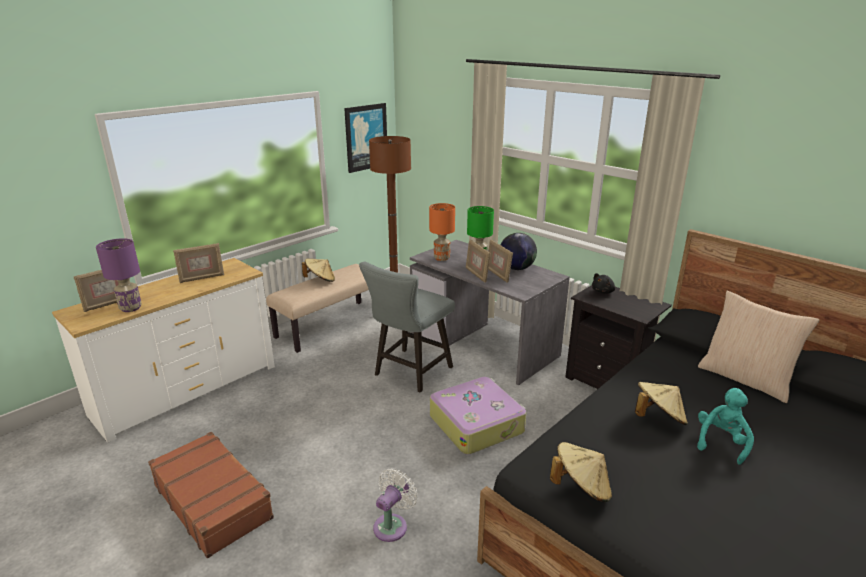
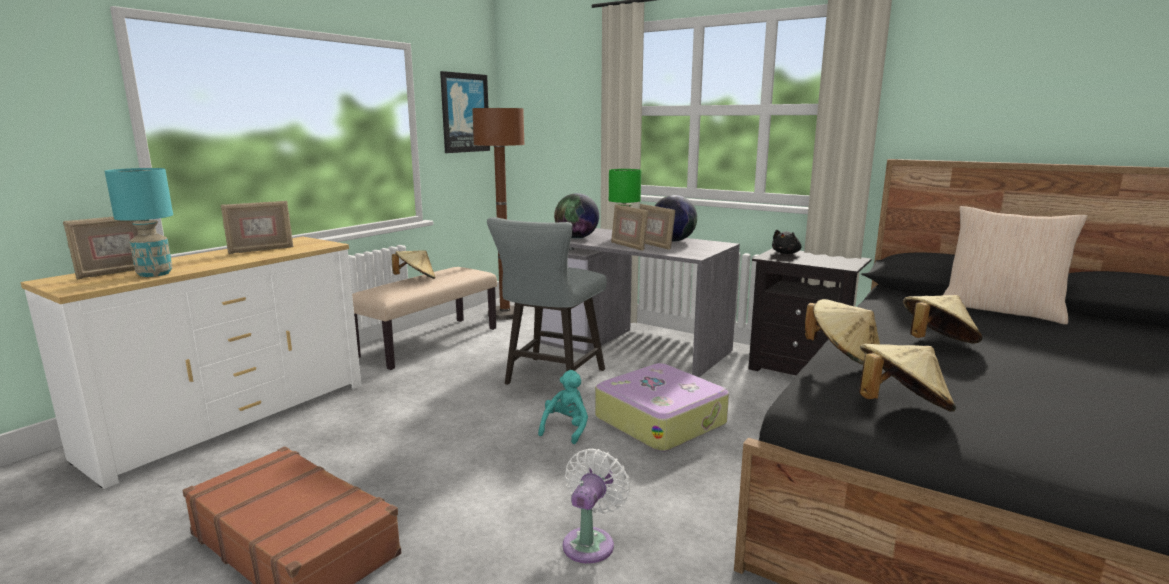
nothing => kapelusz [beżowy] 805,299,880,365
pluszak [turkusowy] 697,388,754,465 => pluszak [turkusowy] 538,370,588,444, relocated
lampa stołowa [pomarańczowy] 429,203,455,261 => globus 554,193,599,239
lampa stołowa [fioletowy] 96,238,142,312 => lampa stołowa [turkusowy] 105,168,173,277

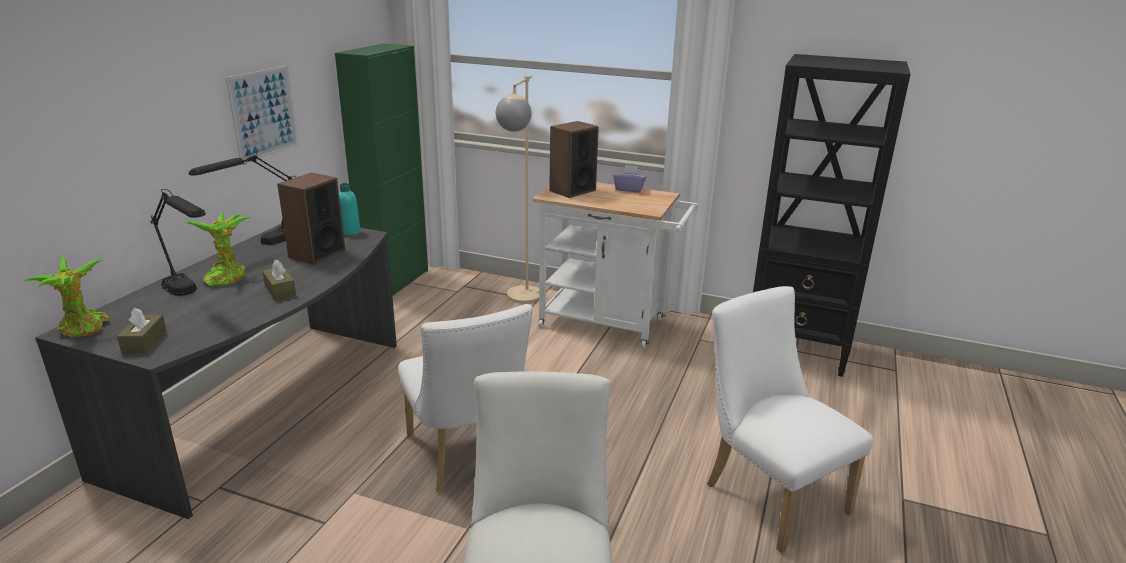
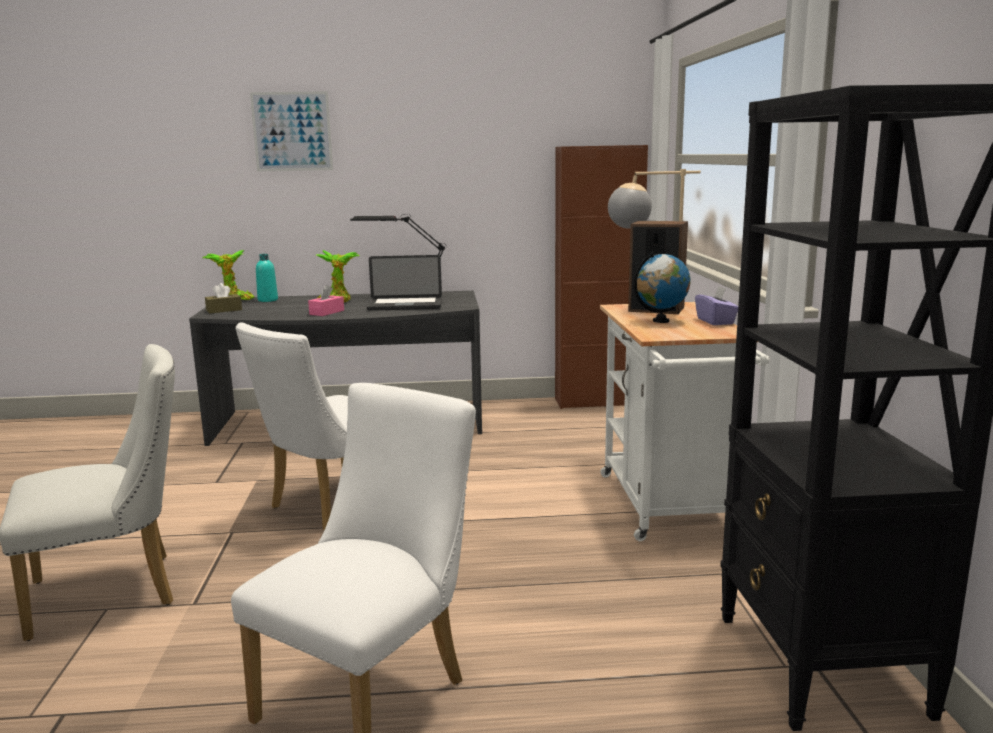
lampa stołowa [czarny] 150,189,206,296 => nothing
nothing => globus 634,253,691,323
obraz 226,65,298,163 => obraz 250,91,333,171, relocated
butelka [turkusowy] 339,183,361,236 => butelka [turkusowy] 256,254,278,302, relocated
głośnik 277,173,345,265 => laptop 367,255,442,311
pudełko chusteczek [brązowy] 262,260,296,300 => pudełko chusteczek [różowy] 308,285,344,316
szafka [zielony] 335,44,428,296 => szafka [brązowy] 555,145,648,409

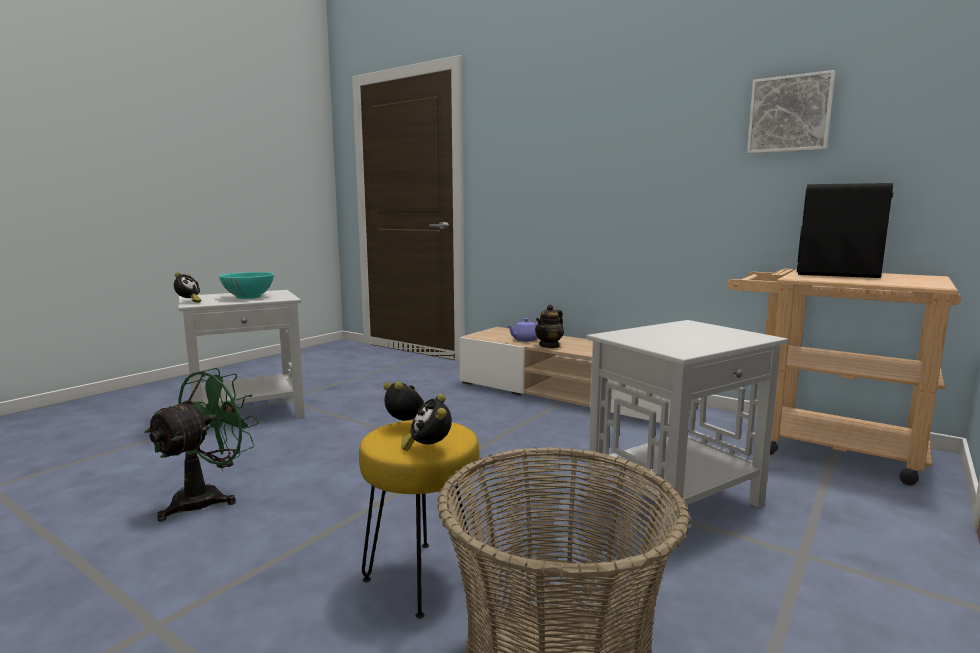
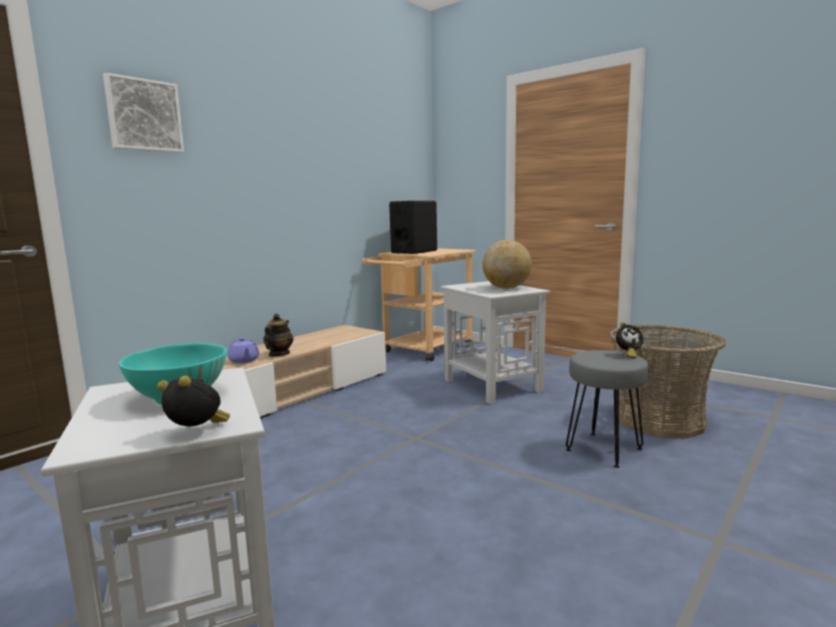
wentylator [zielony] 144,368,259,521 => nothing
budzik 384,381,424,421 => nothing
nothing => globus 482,240,532,289
obraz 747,70,835,154 => obraz 103,73,184,153, relocated
stołek [żółty] 359,420,479,619 => stołek [szary] 566,350,649,468
imbryk 535,304,564,348 => imbryk 263,314,294,357, 120 degrees counterclockwise

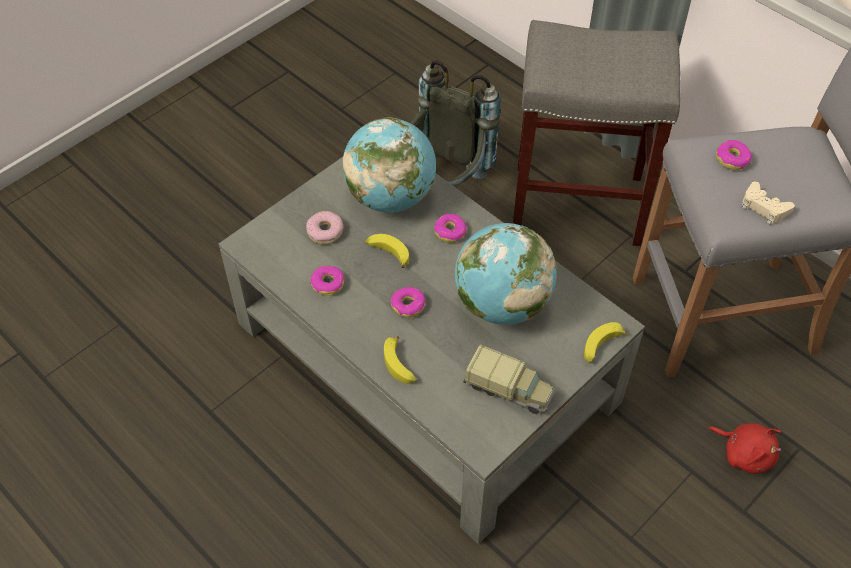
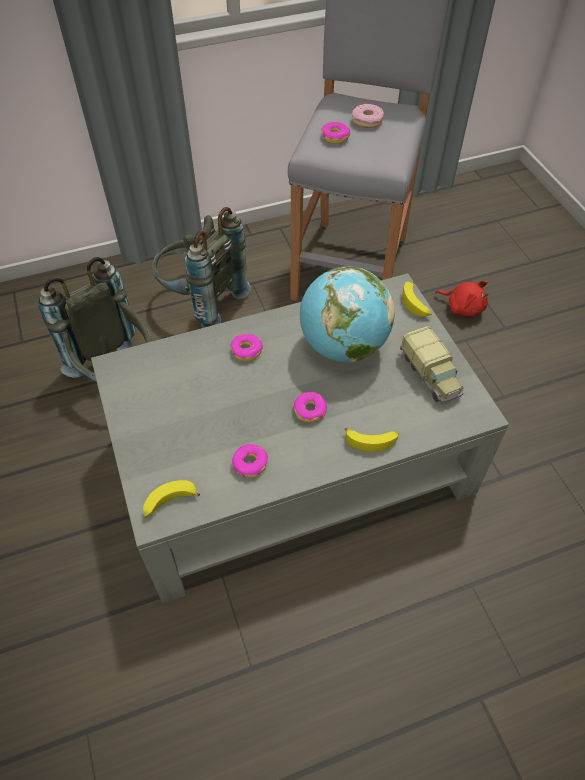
globus 342,117,436,213 => nothing
pad do gier [beżowy] 742,181,795,225 => nothing
donut 306,211,344,244 => donut 352,104,384,128, relocated
banan 365,234,409,268 => banan 143,480,200,518, relocated
stołek [szary] 513,20,680,246 => plecak [szary] 152,207,251,328
ciężarówka zabawkowa 463,344,555,414 => ciężarówka zabawkowa 400,326,464,403, 105 degrees clockwise
pluszak [czerwony] 708,424,781,474 => pluszak [czerwony] 435,281,489,317, 60 degrees clockwise

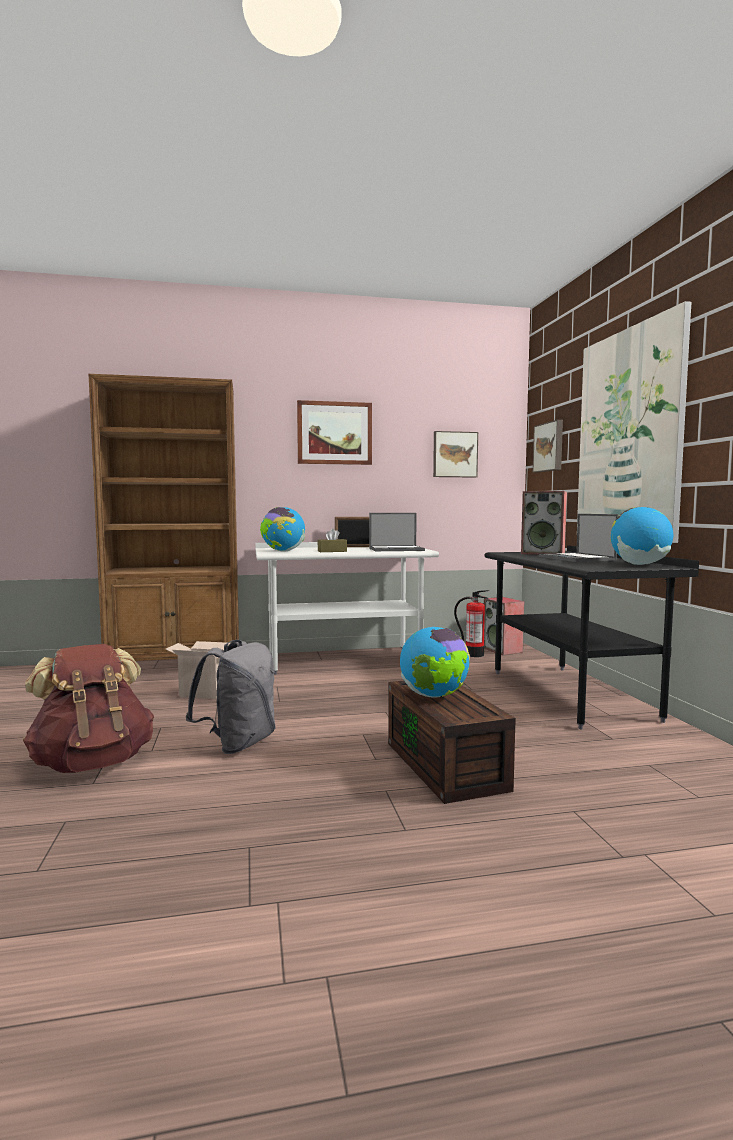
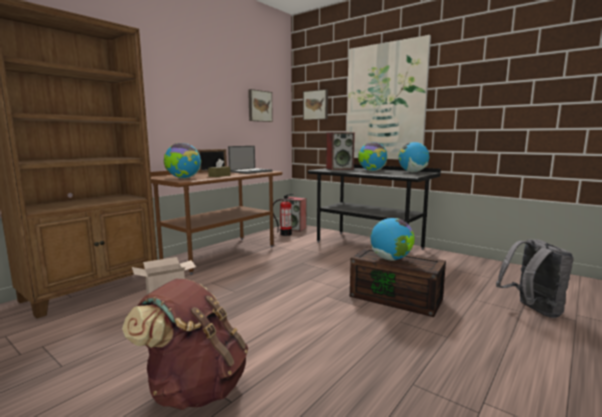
obraz 297,400,372,465 => nothing
plecak [szary] 186,640,276,754 => plecak [szary] 496,239,574,318, relocated
laptop 539,514,619,562 => globus 358,142,388,171
biurko [biały] 255,542,439,675 => biurko [brązowy] 151,166,282,275

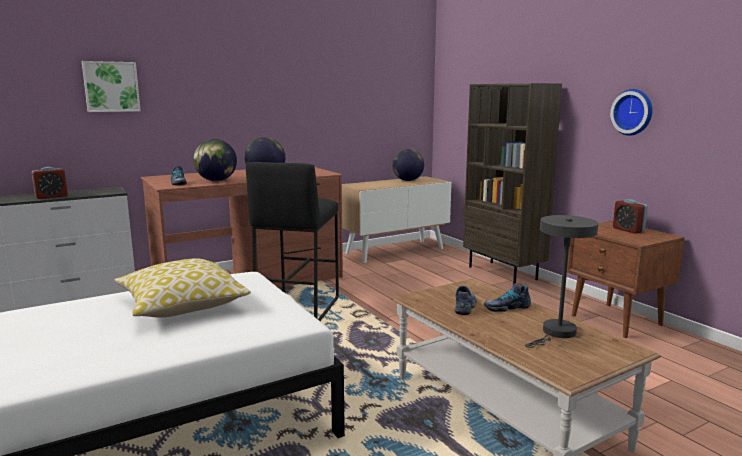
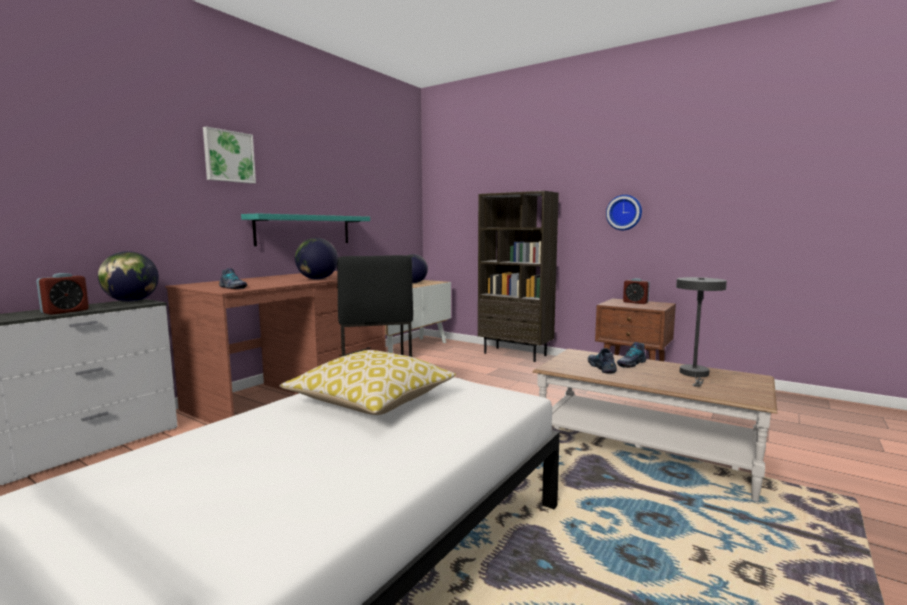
nothing => półka [turkusowy] 241,214,370,246
obraz 82,61,141,112 => obraz 203,127,256,184, relocated
globus 193,139,237,181 => globus 98,251,159,302, relocated

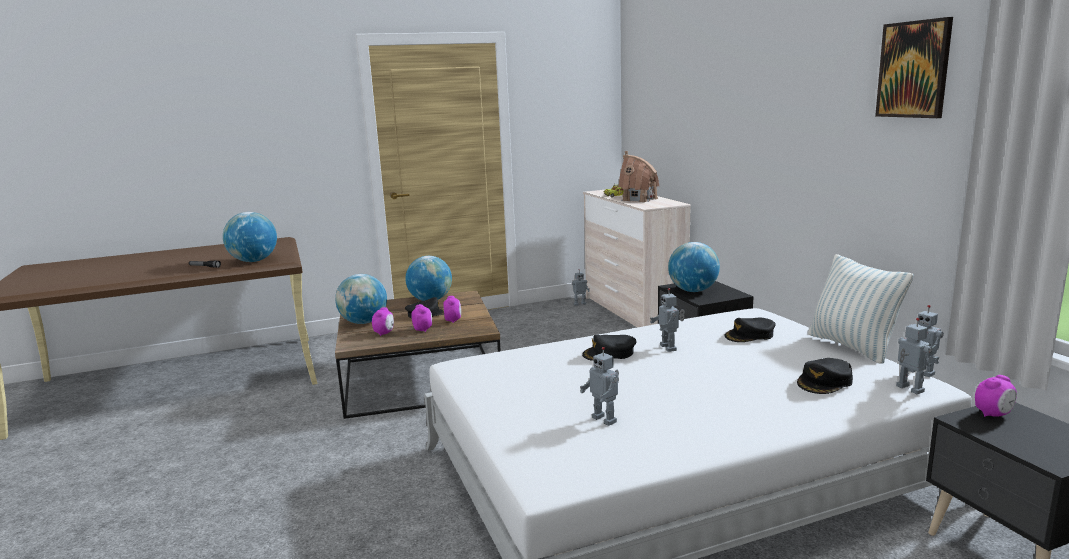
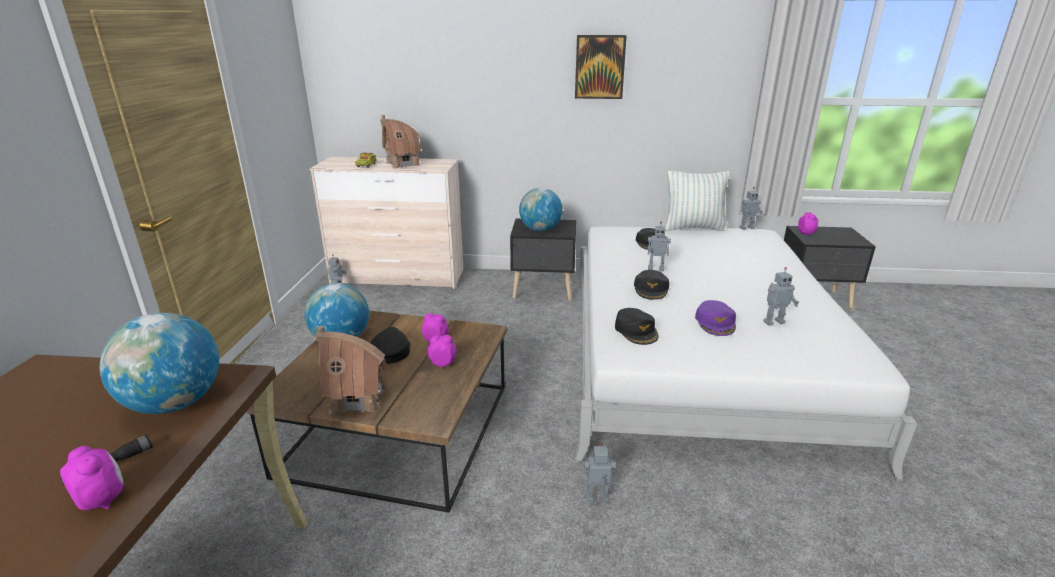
nothing => czapka z daszkiem [fioletowy] 695,300,736,336
budzik 372,307,394,336 => budzik 60,446,123,510, relocated
czapka z daszkiem [czarny] 797,358,853,394 => czapka z daszkiem [czarny] 615,308,659,345, relocated
obraz 875,17,953,118 => obraz 575,35,627,99, relocated
robot zabawkowy 896,318,939,394 => robot zabawkowy 584,443,616,502, relocated
globus 335,274,387,324 => domek 315,326,388,415

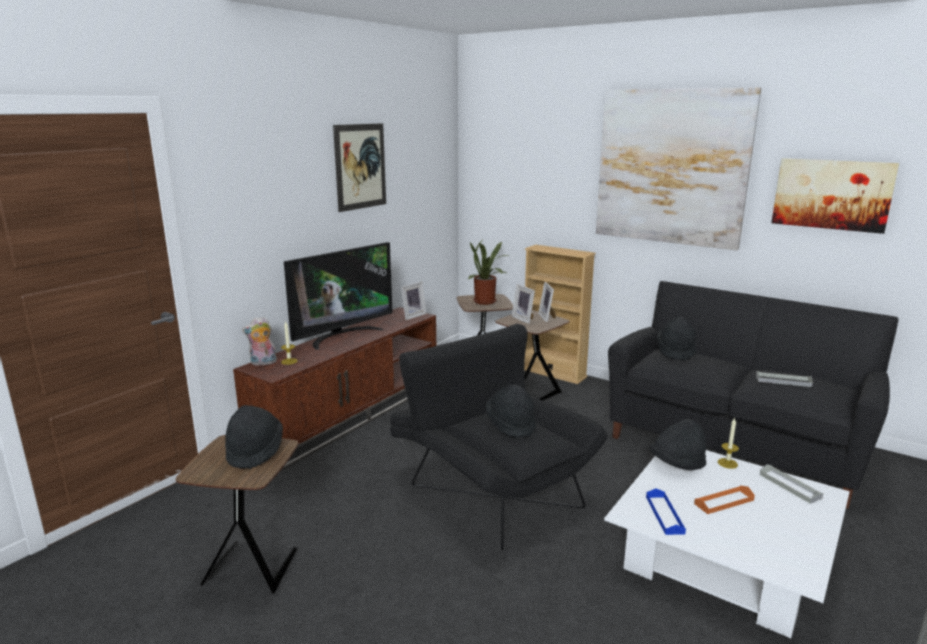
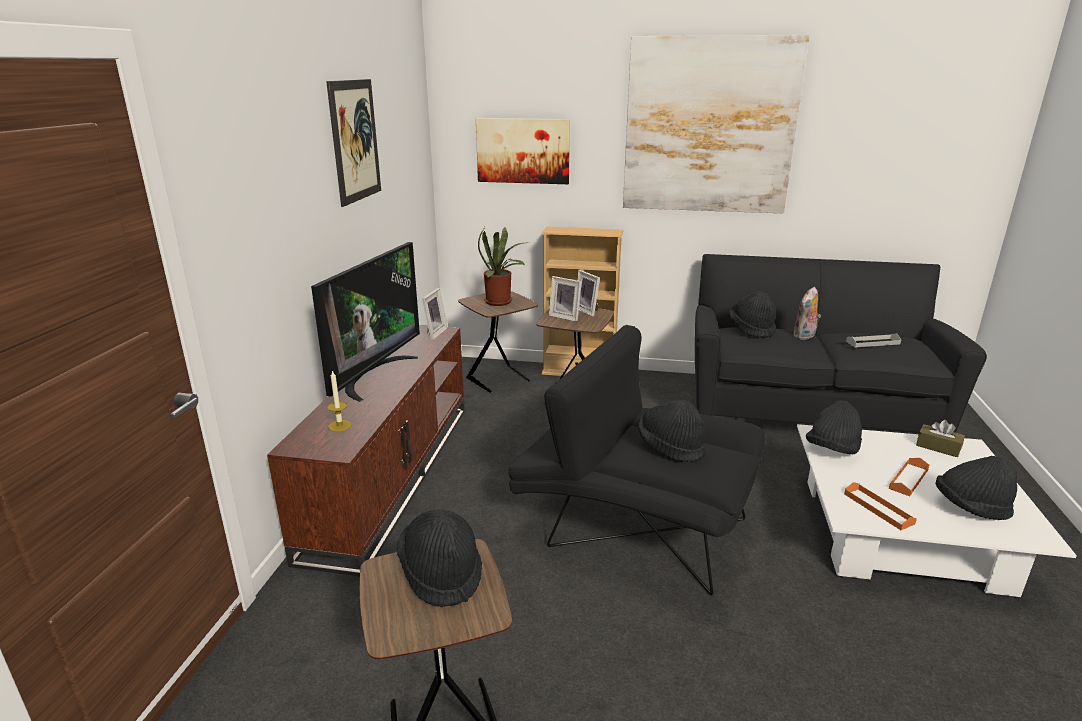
świeca 718,418,739,469 => nothing
nothing => kapelusz [czarny] 935,456,1017,520
pluszak 242,316,277,366 => pluszak 794,287,821,340, relocated
obraz 771,158,899,234 => obraz 476,118,570,184, relocated
taca [szary] 760,464,823,504 => pudełko chusteczek [brązowy] 916,420,965,457
taca [niebieski] 646,488,686,535 => taca [pomarańczowy] 844,482,917,530

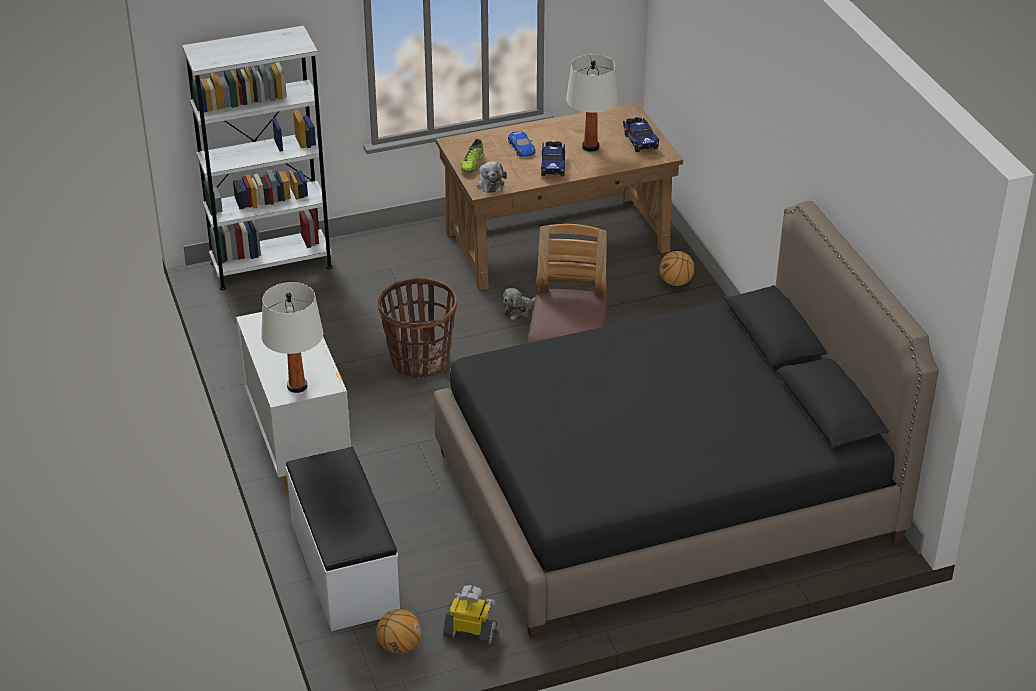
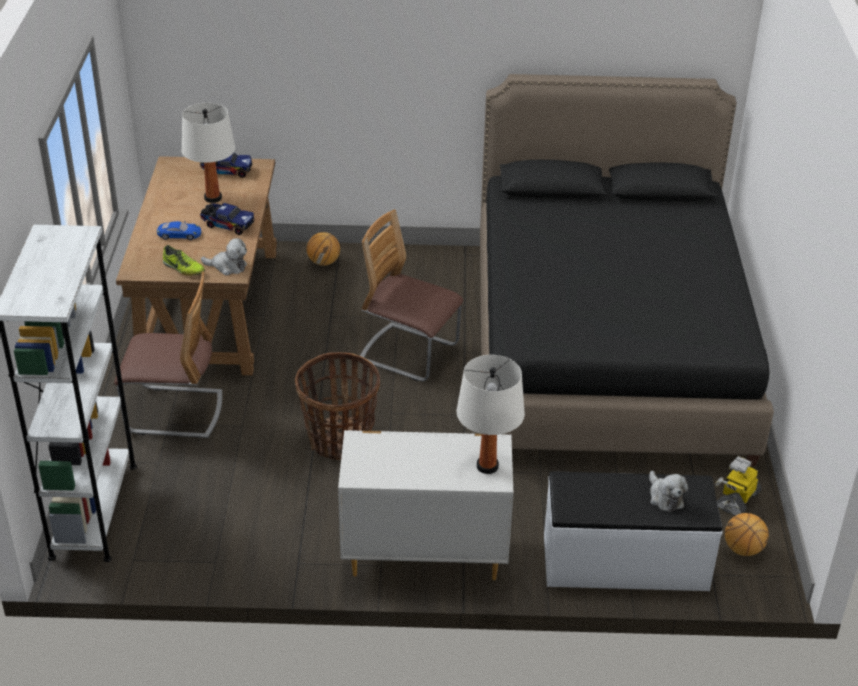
nothing => krzesło 114,272,222,438
pluszak 503,288,536,321 => pluszak 649,471,688,512, relocated

